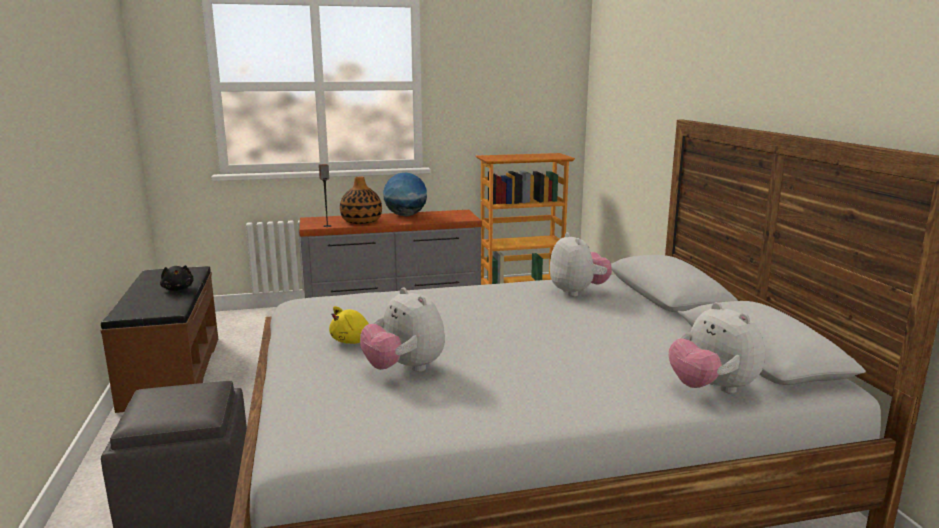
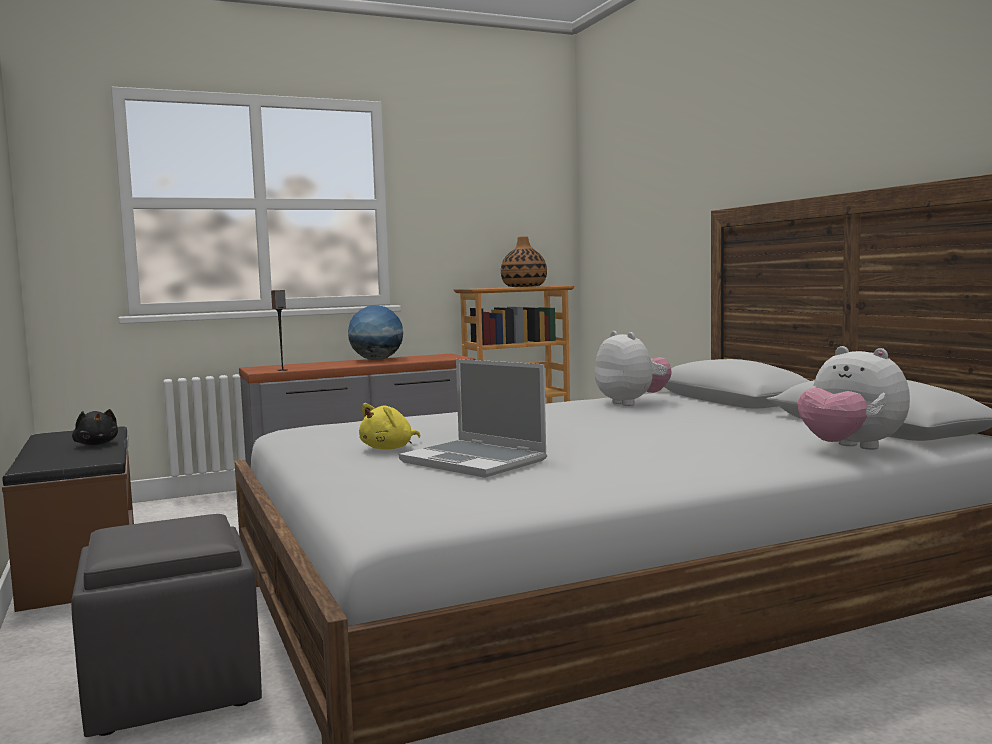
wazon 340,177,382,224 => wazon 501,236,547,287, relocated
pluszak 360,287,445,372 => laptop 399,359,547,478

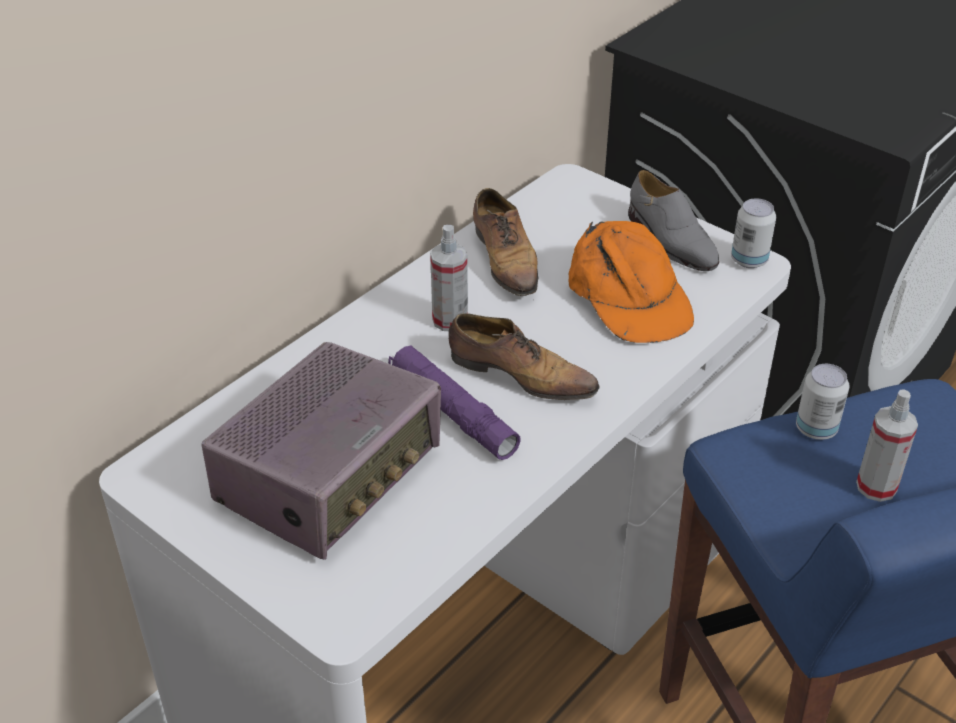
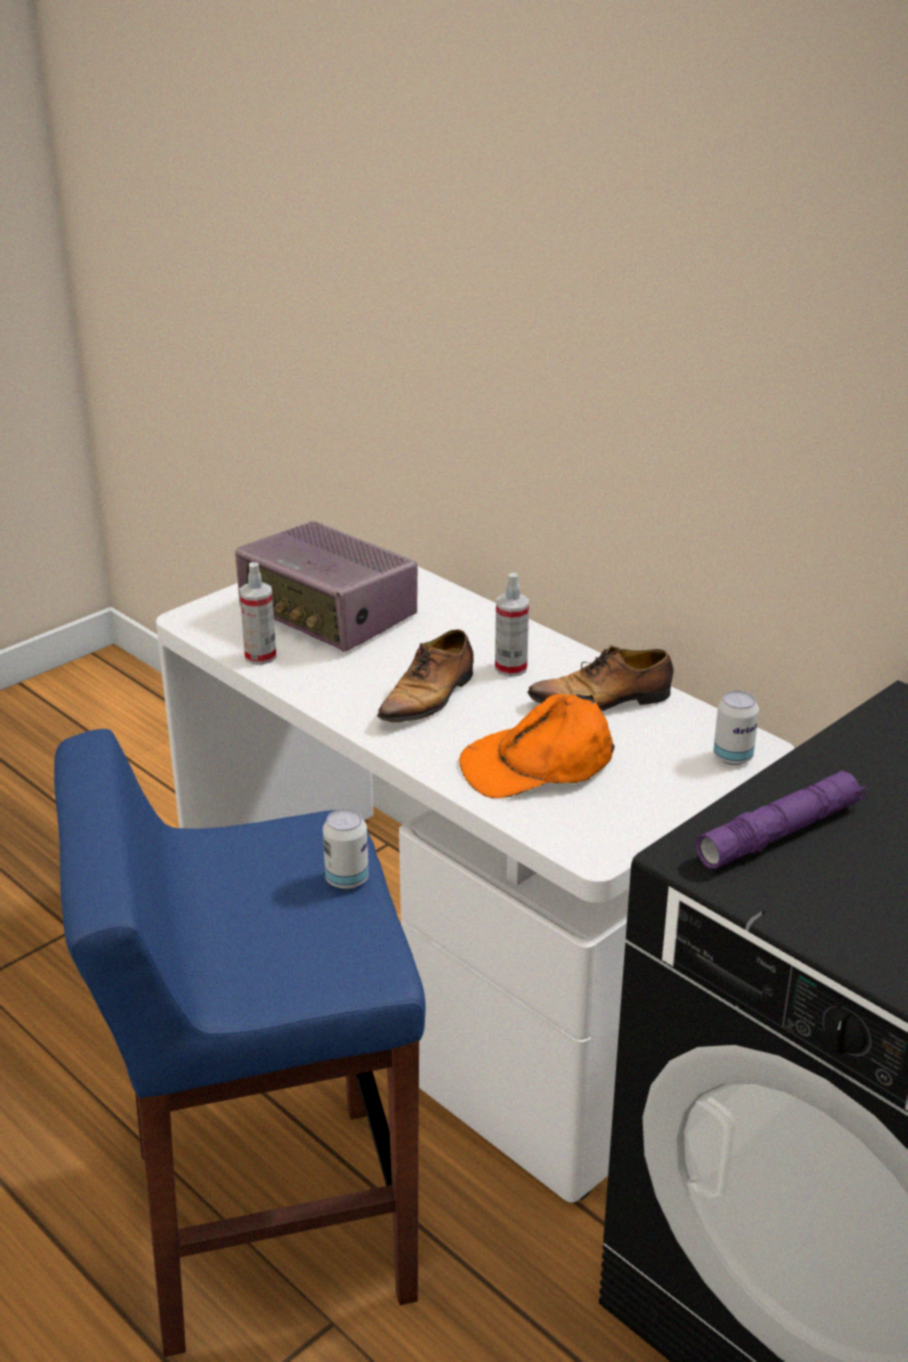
but [szary] 628,170,719,271 => nothing
latarka [fioletowy] 388,345,521,460 => latarka [fioletowy] 695,771,866,869, relocated
puszka 731,198,776,268 => puszka 713,690,759,765, relocated
spryskiwacz 856,389,918,502 => spryskiwacz 239,562,277,665, relocated

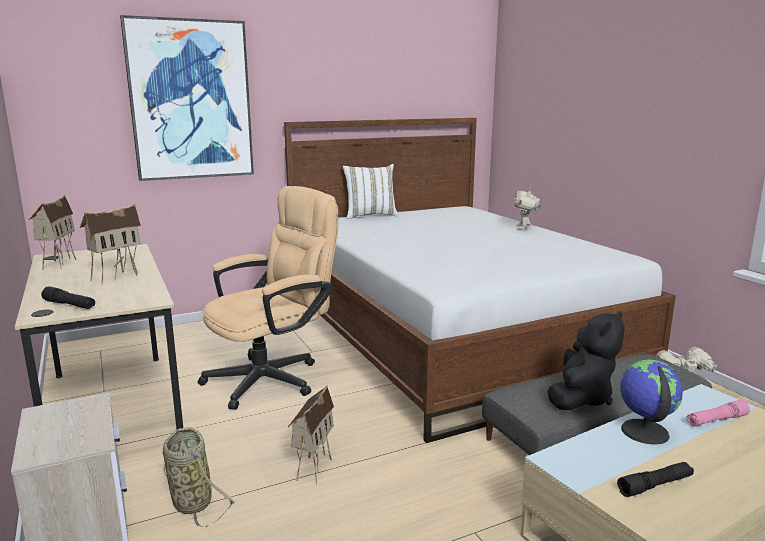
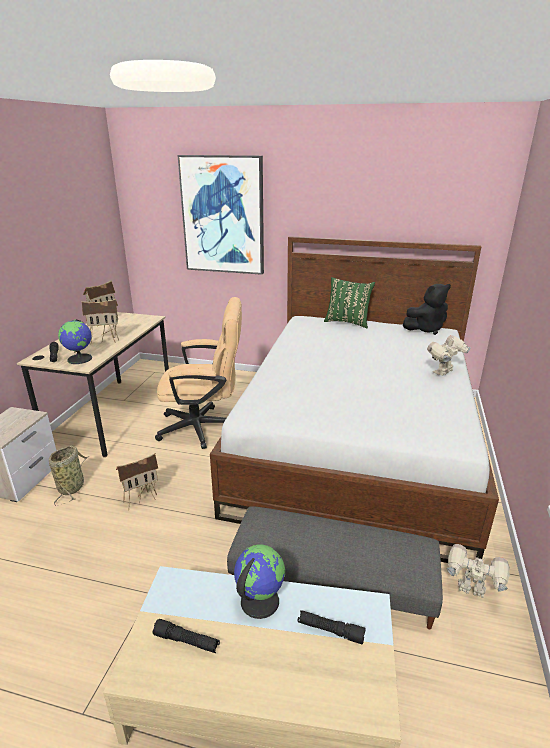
nothing => globus 58,319,92,364
pluszak [czarny] 547,311,625,410 => pluszak [czarny] 403,284,451,335, relocated
poduszka [biały] 342,164,399,219 => poduszka [zielony] 324,277,375,328
latarka [różowy] 686,400,750,426 => latarka [czarny] 298,610,366,645

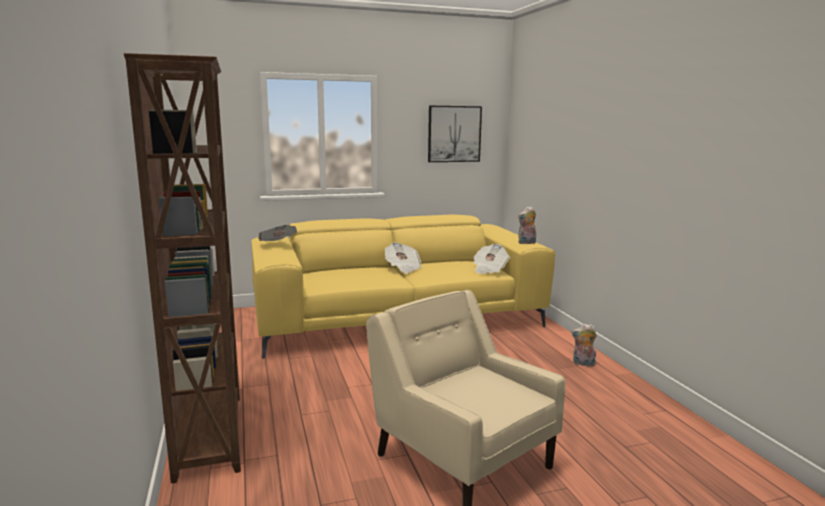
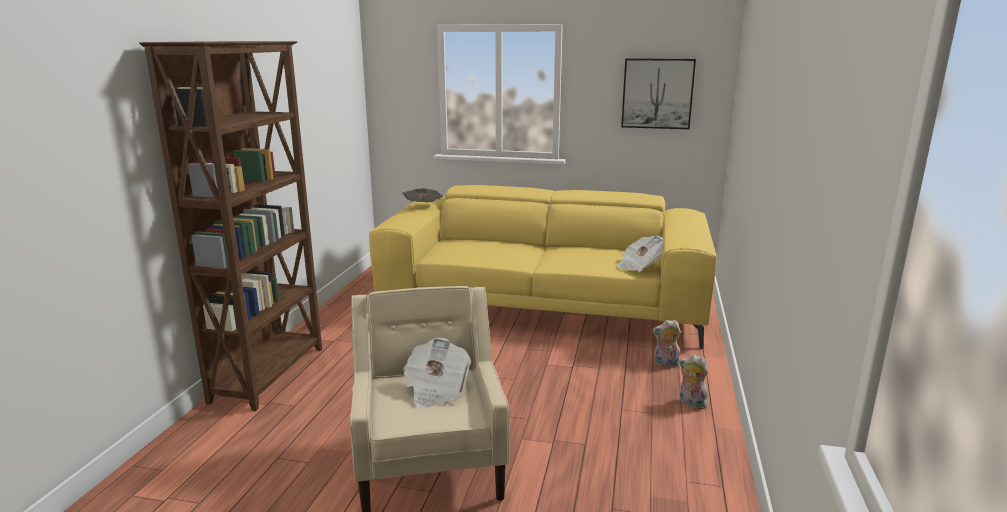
gazeta 385,242,422,273 => gazeta 403,338,471,408, relocated
pluszak 518,206,536,244 => pluszak 653,320,681,367, relocated

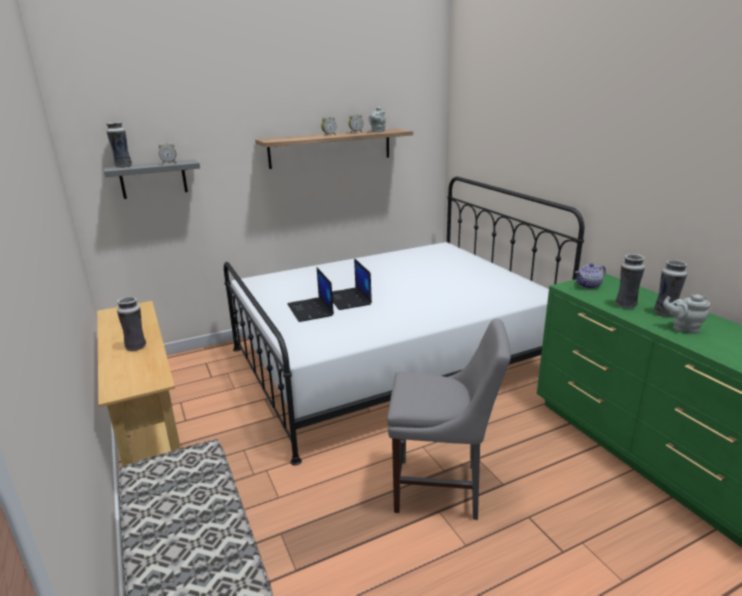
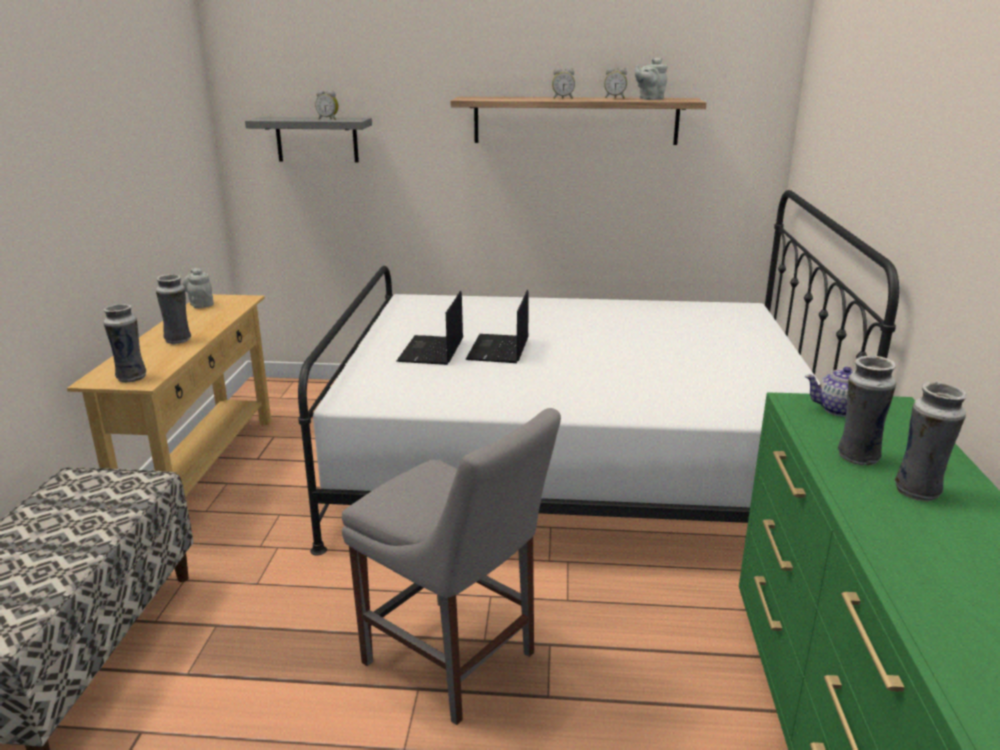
wazon 106,122,132,168 => wazon 103,304,146,383, relocated
imbryk [szary] 663,295,710,334 => imbryk [szary] 183,268,214,309, relocated

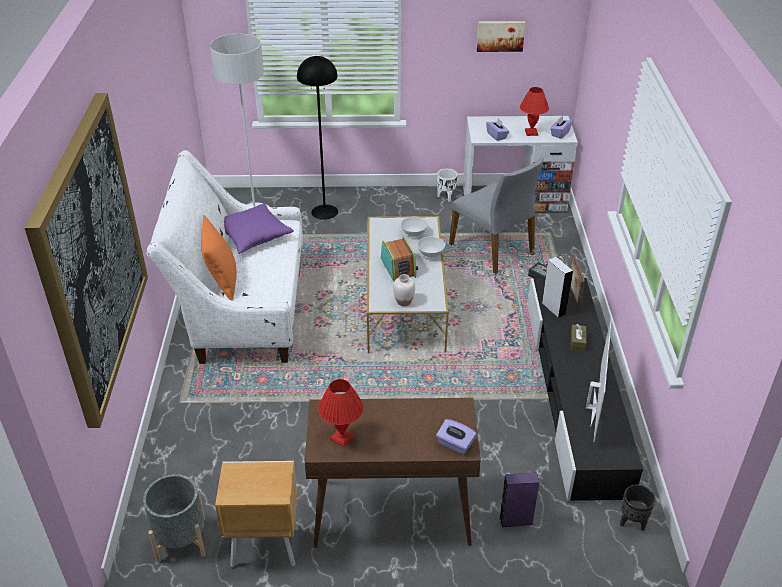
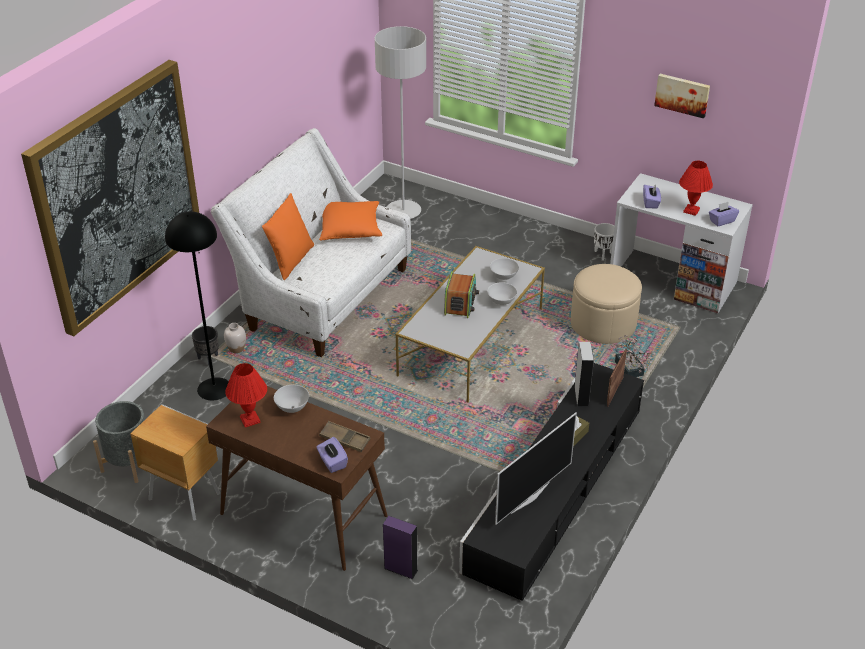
nothing => miska [biały] 274,385,309,413
nothing => taca [brązowy] 319,421,370,452
lampa stojąca [czarny] 297,56,338,220 => lampa stojąca [czarny] 165,212,229,401, relocated
wazon [biały] 393,274,415,306 => wazon [biały] 224,323,246,353, relocated
donica [czarny] 620,485,655,531 => donica [czarny] 192,326,219,367, relocated
krzesło [szary] 449,157,544,274 => pufa [beżowy] 571,264,642,344
poduszka [fioletowy] 224,203,294,254 => poduszka [pomarańczowy] 319,201,382,241

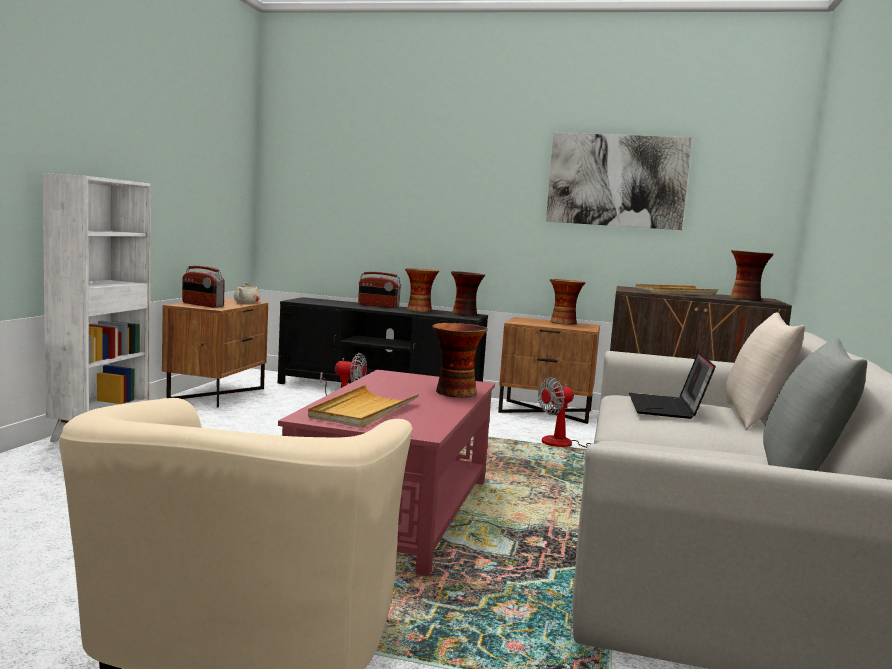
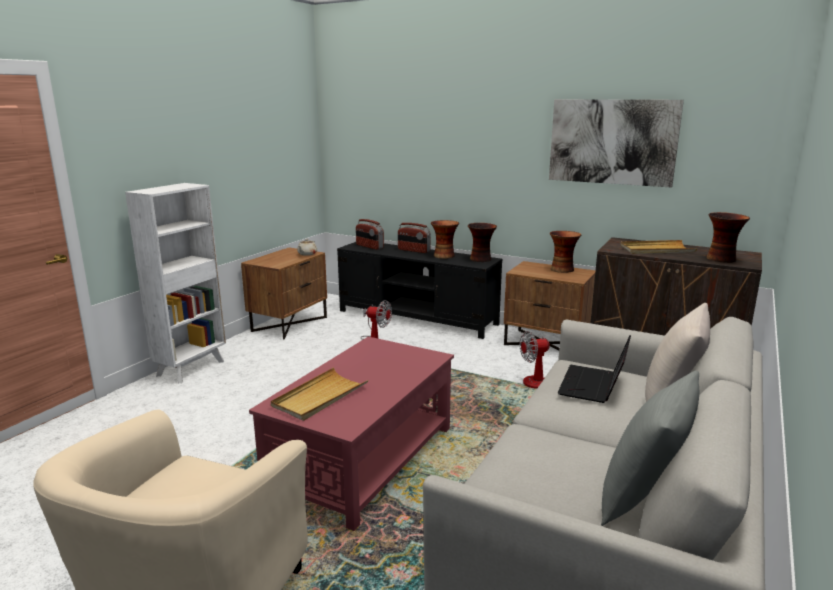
wazon 432,323,488,398 => nothing
radio 182,266,225,308 => radio 356,219,384,250, relocated

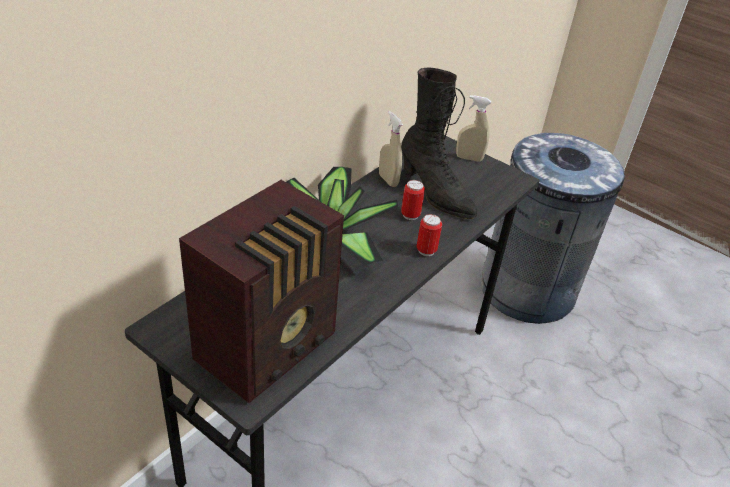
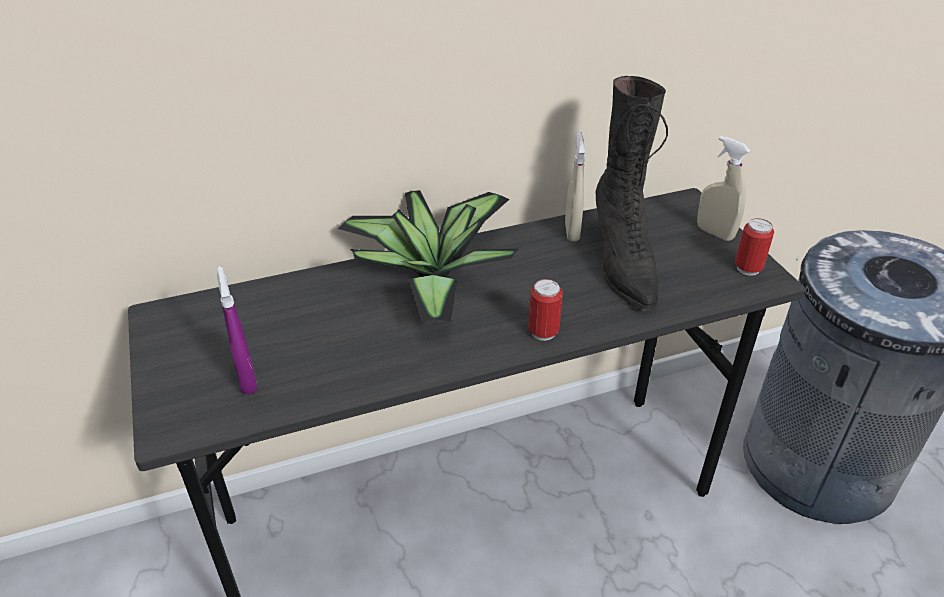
puszka 401,180,425,220 => puszka 735,218,774,275, relocated
radio 179,180,344,403 => spryskiwacz [fioletowy] 217,266,258,395

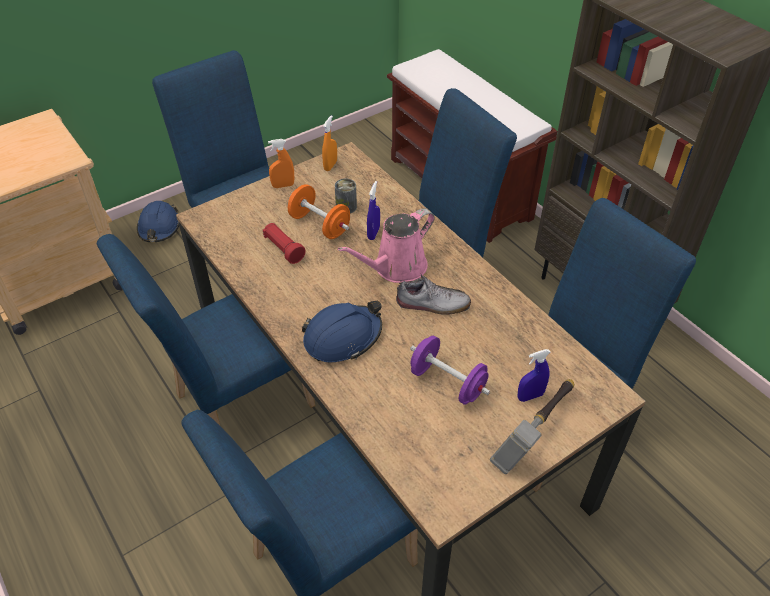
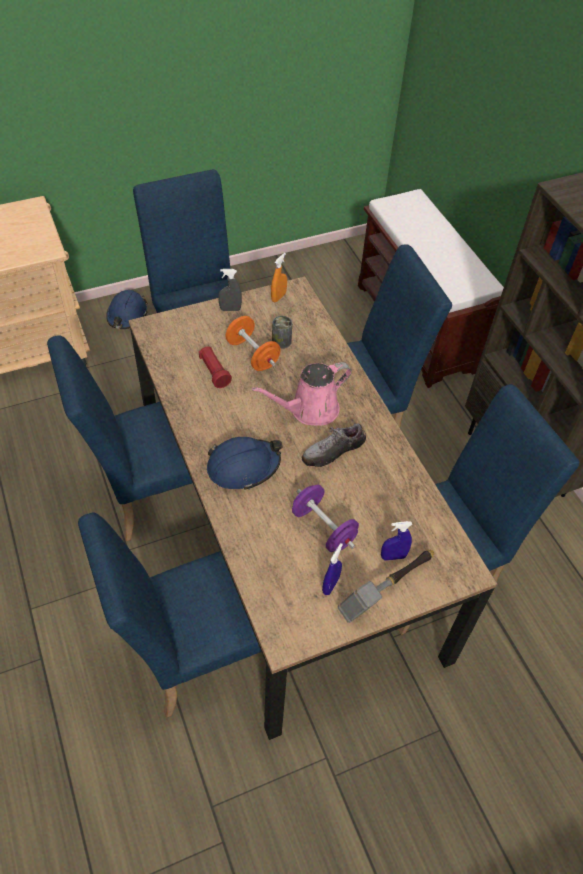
spryskiwacz [niebieski] 367,181,380,240 => spryskiwacz [niebieski] 322,543,343,595, relocated
spryskiwacz [pomarańczowy] 268,139,294,188 => spryskiwacz [szary] 218,269,242,311
but 396,275,471,315 => but 302,423,366,467, 135 degrees clockwise

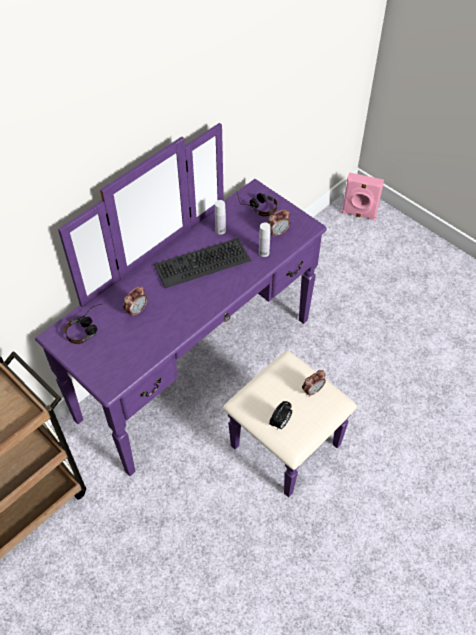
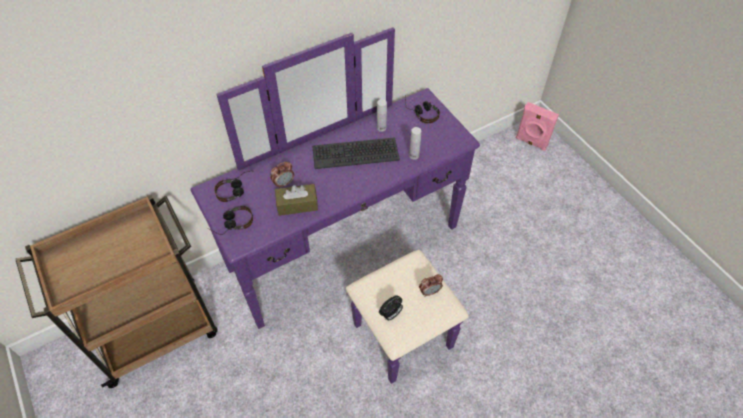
budzik 267,209,290,237 => nothing
nothing => słuchawki 208,206,253,235
nothing => pudełko chusteczek [brązowy] 275,184,318,216

